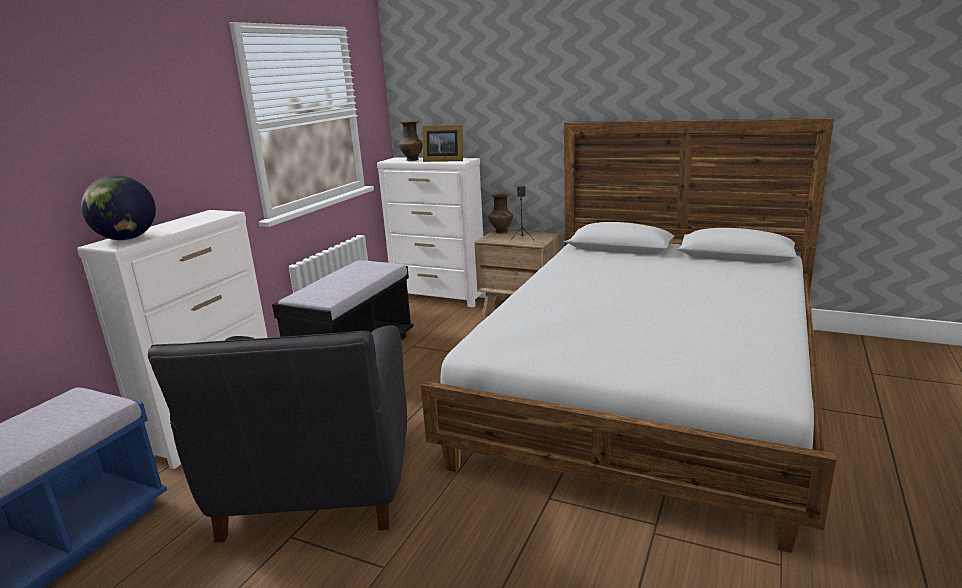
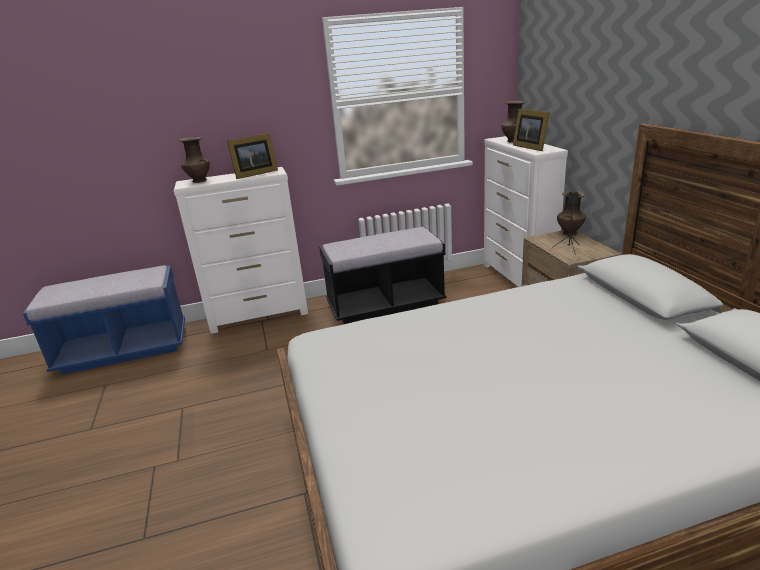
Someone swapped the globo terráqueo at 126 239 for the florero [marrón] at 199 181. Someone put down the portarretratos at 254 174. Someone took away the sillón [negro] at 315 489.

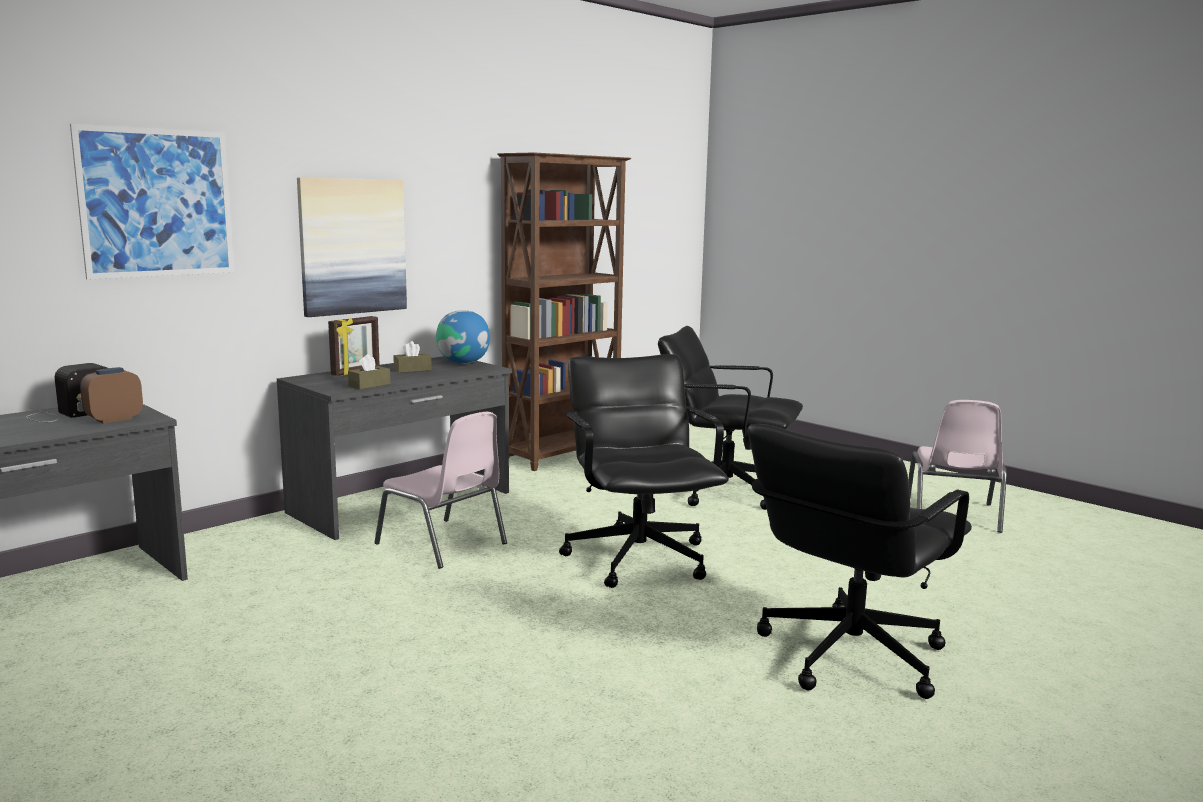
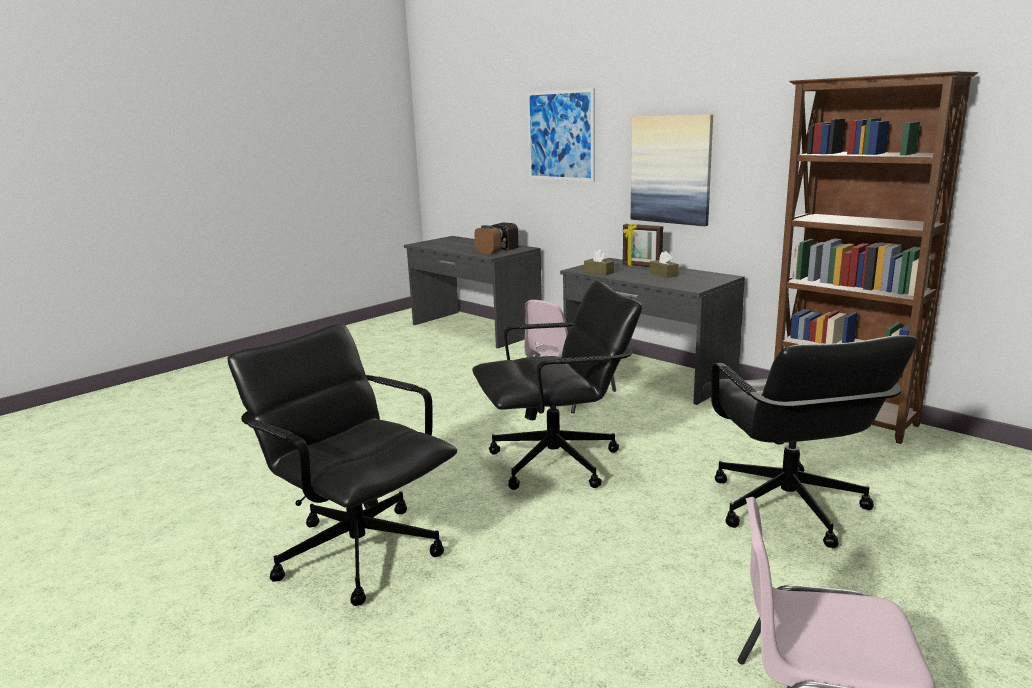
Someone rotated the silla de oficina [negro] at 724 491 by 150 degrees clockwise. Someone took away the globo terráqueo at 463 363.

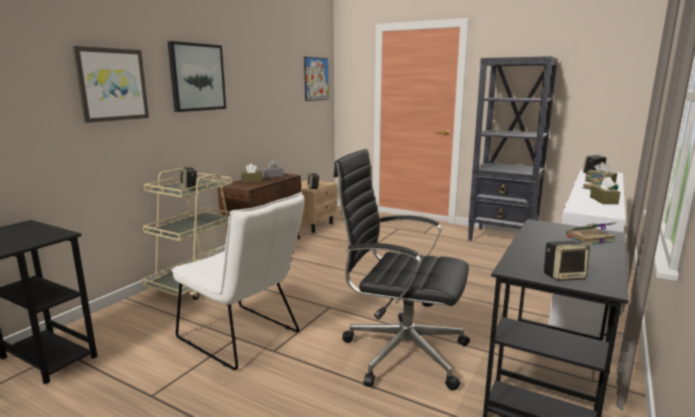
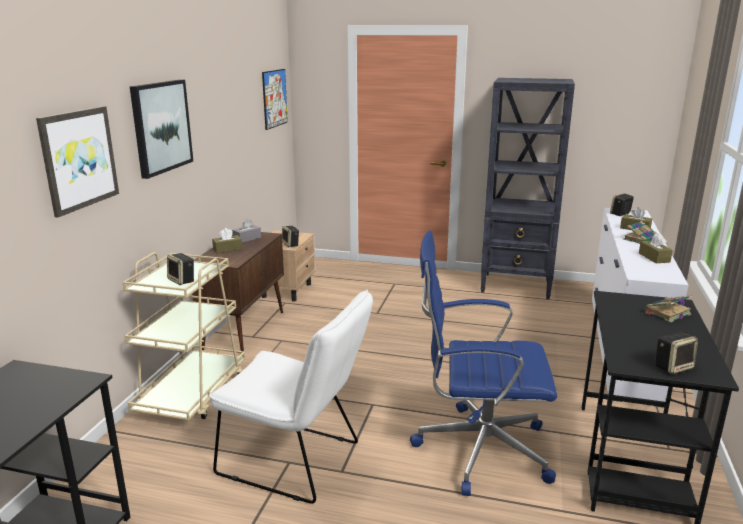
Someone repainted the silla de oficina [negro] at 401 352, which became the silla de oficina [azul] at 478 448.

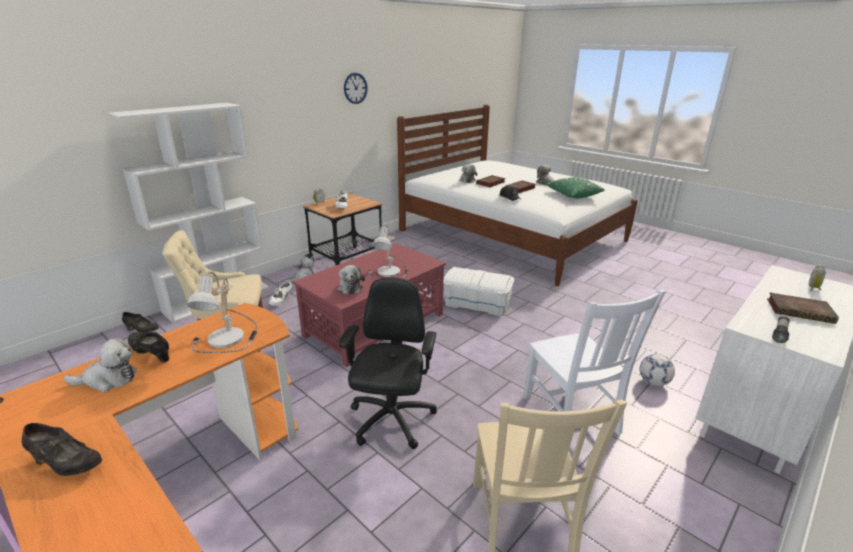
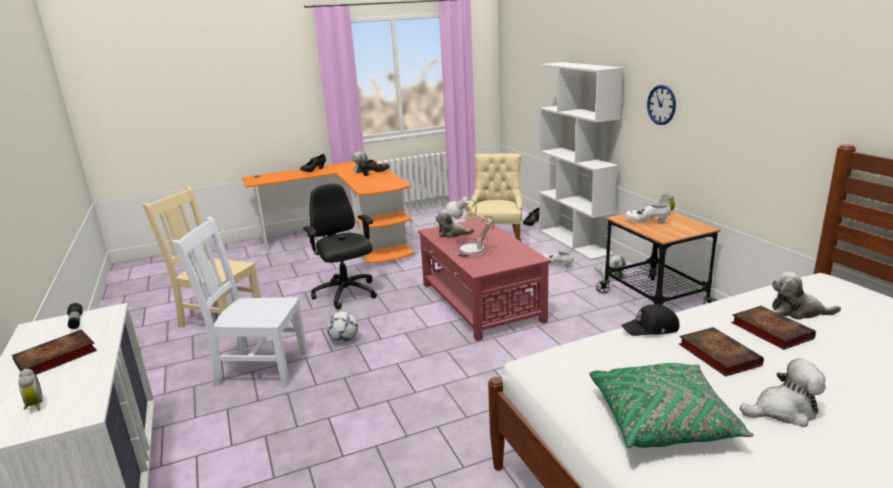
Someone rotated the silla de oficina [negro] at 391 420 by 150 degrees counterclockwise. Someone carried the balón de fútbol from 653 382 to 344 340. Someone carried the reloj de pared from 355 88 to 661 105. Someone took away the lámpara de mesa at 229 339. Someone took away the caja de almacenaje [blanco] at 476 304.

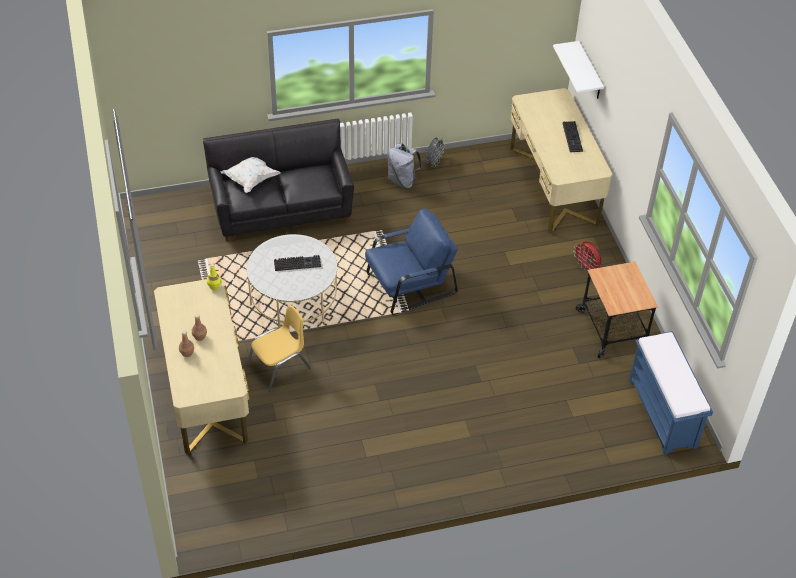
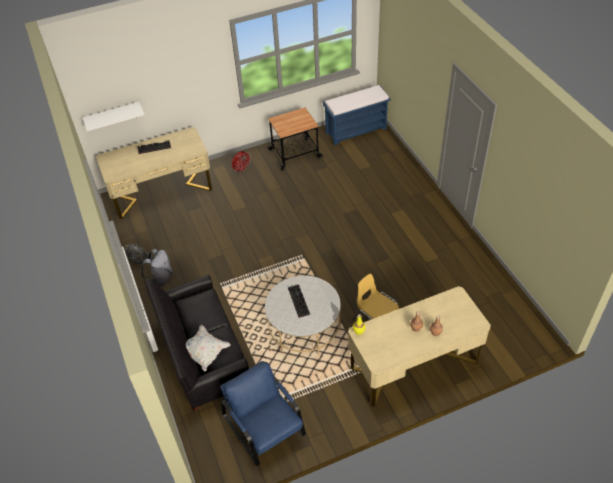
Someone carried the sillón [azul] from 409 283 to 265 426.

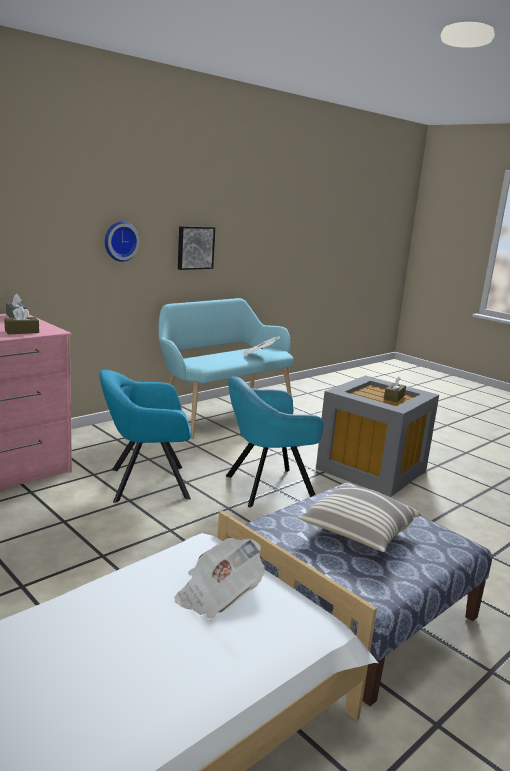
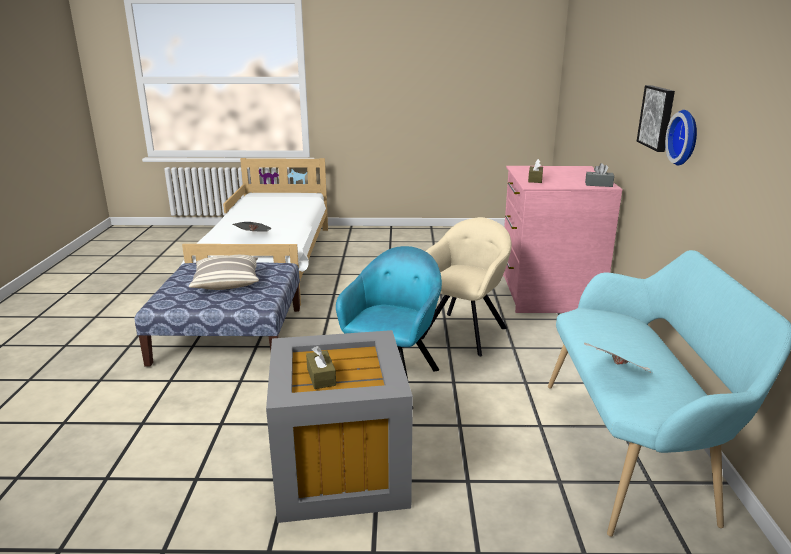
Someone repainted the sillón [turquesa] at 145 483, which became the sillón [beis] at 464 331. Someone carried the cuadro from 195 247 to 657 117.

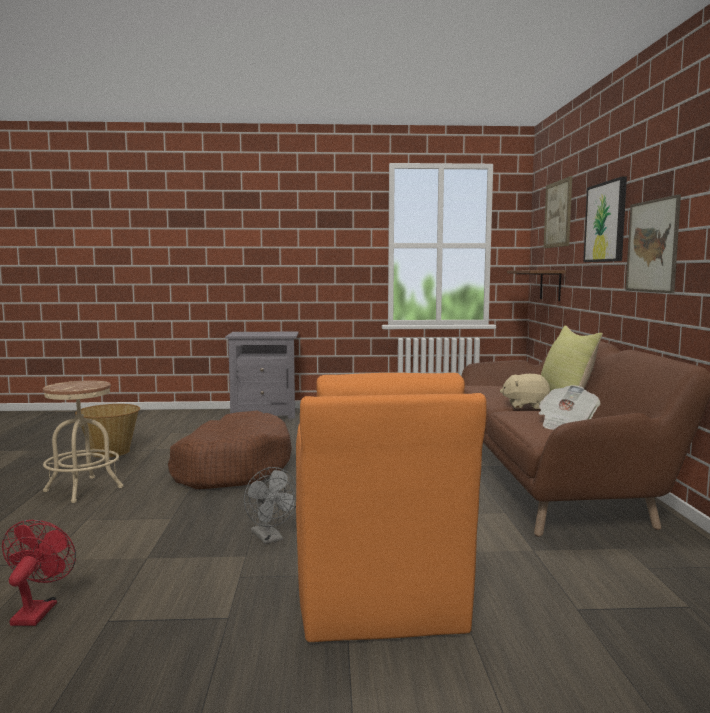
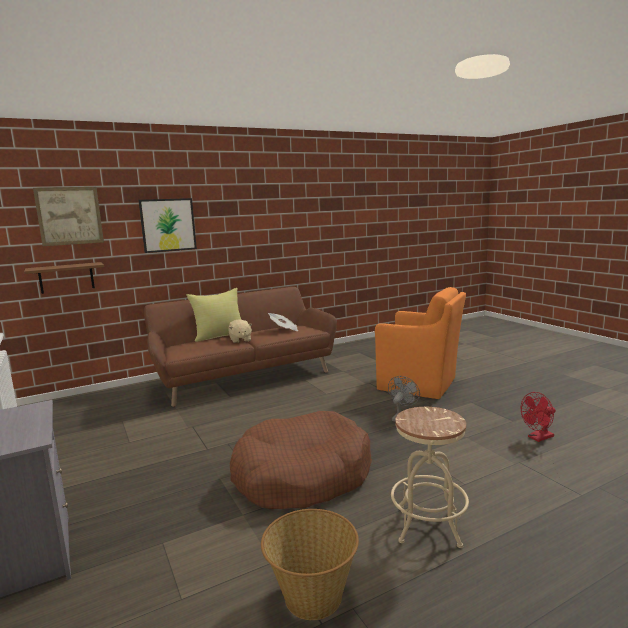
Someone rotated the sillón [naranja] at 378 600 by 60 degrees clockwise. Someone took away the cuadro at 652 246.

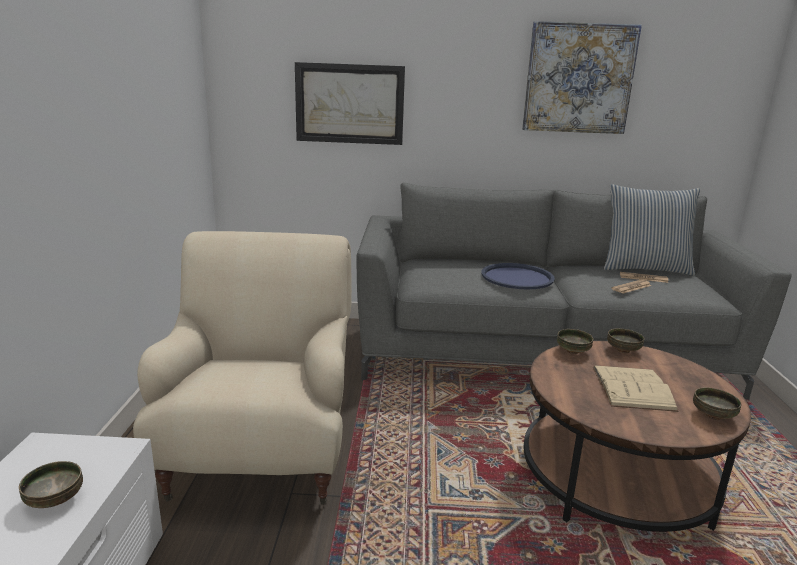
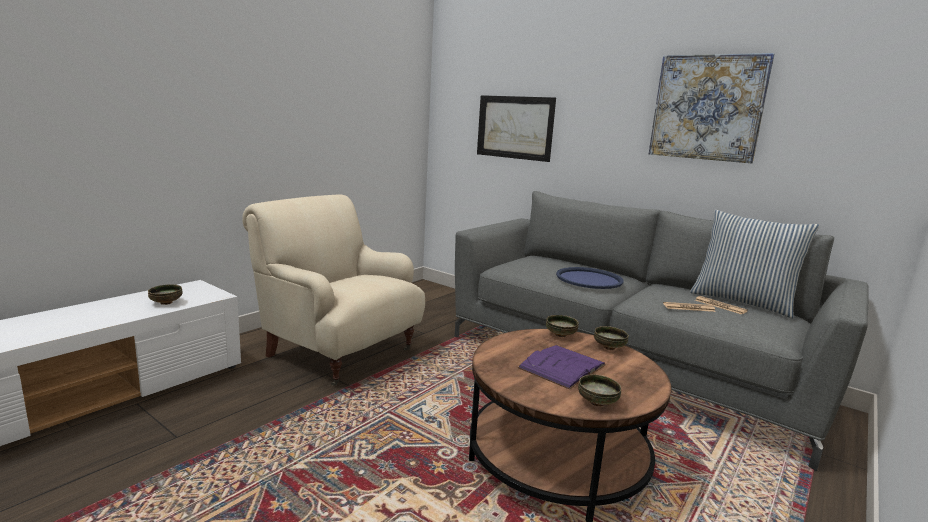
Someone rotated the sillón [beis] at 262 455 by 90 degrees counterclockwise. Someone repainted the libro [beis] at 632 388, which became the libro [morado] at 562 366.

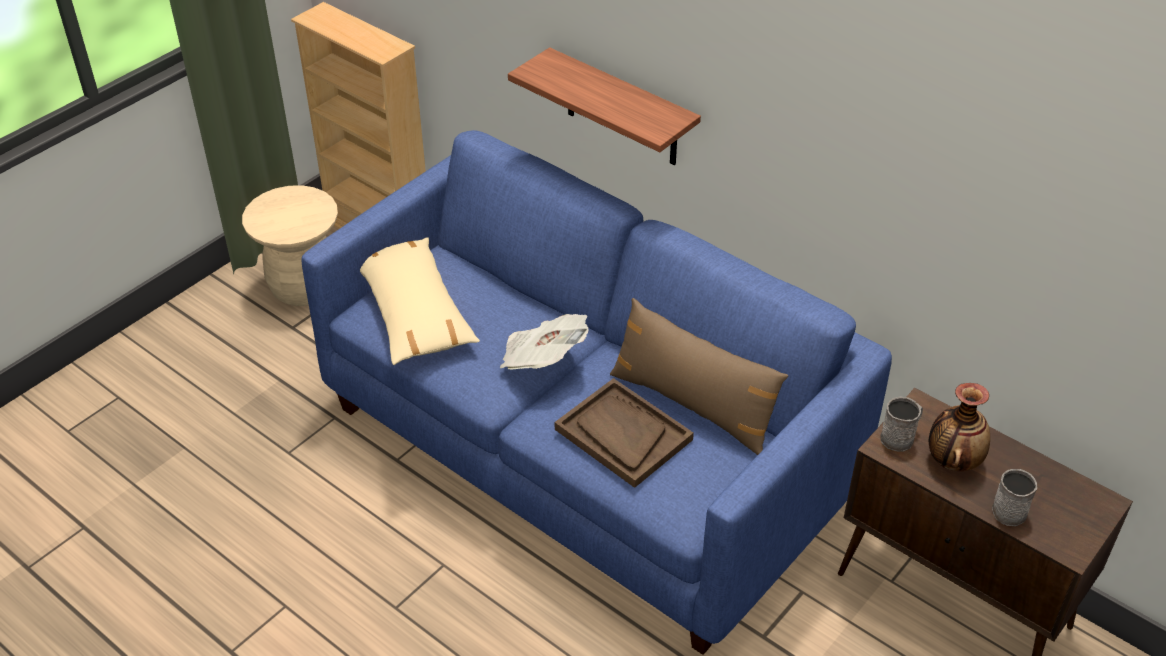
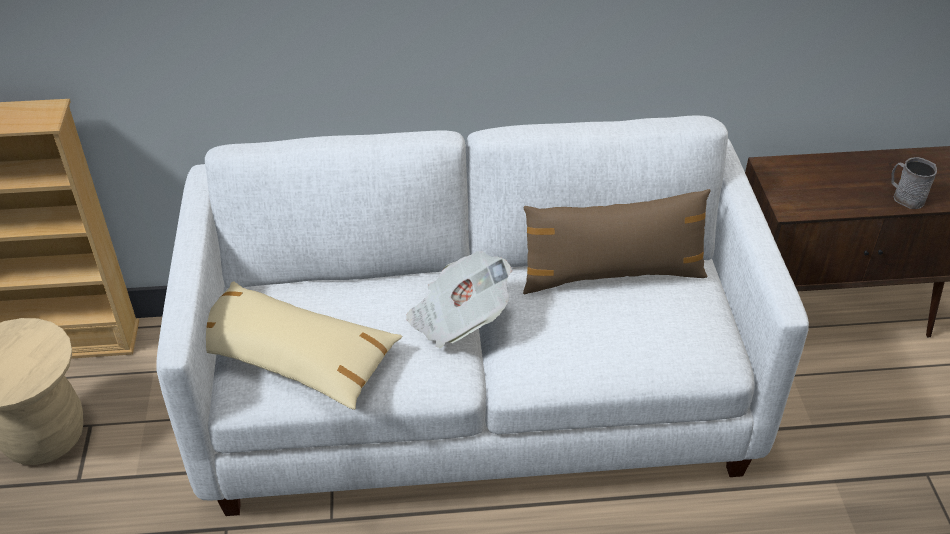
Someone repainted the sofá [azul] at 585 452, which became the sofá [blanco] at 476 395. Someone took away the estante at 622 109. Someone took away the bandeja [marrón] at 623 434. Someone took away the taza grande [gris] at 900 437. Someone took away the florero at 952 460.

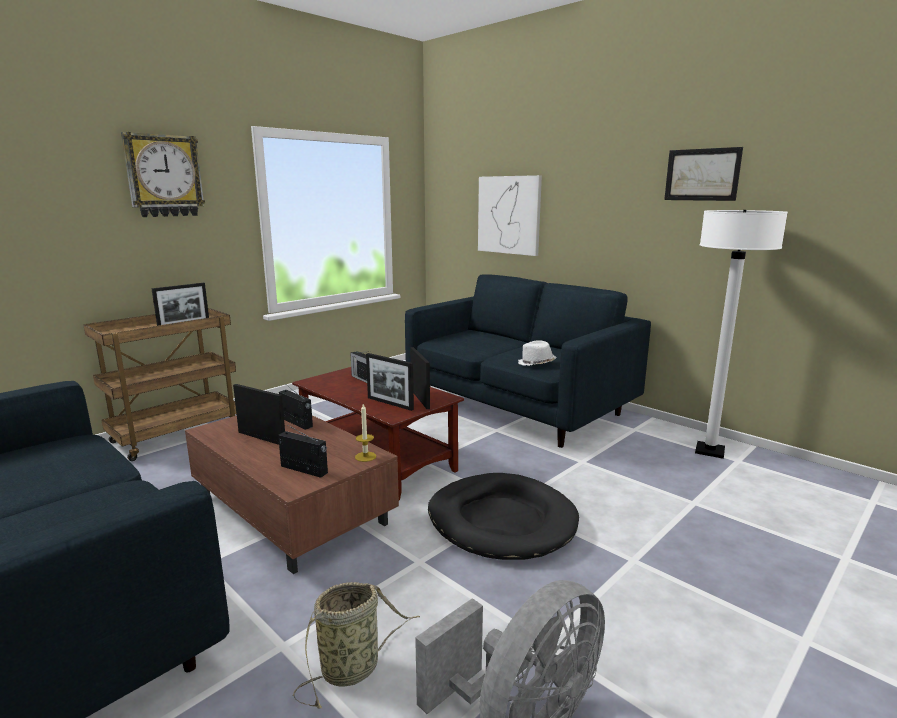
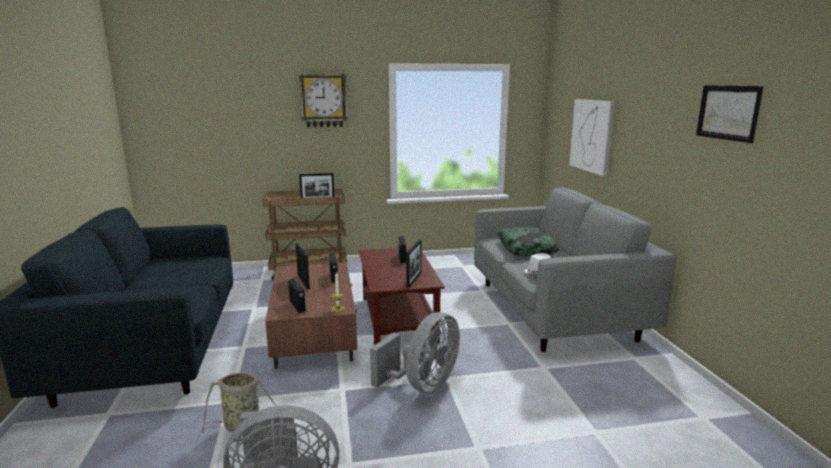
Someone swapped the cama para perro [negro] at 501 521 for the ventilador [gris] at 423 385. Someone repainted the sofá [azul] at 517 406, which became the sofá [gris] at 553 309. Someone put down the cojín at 526 248. Someone took away the portarretratos at 390 403. Someone took away the lámpara de pie [blanco] at 709 451.

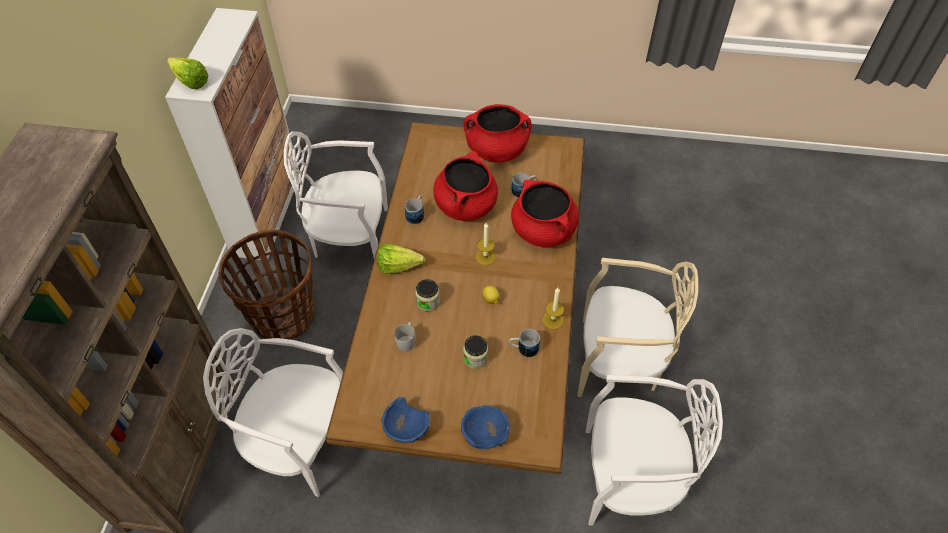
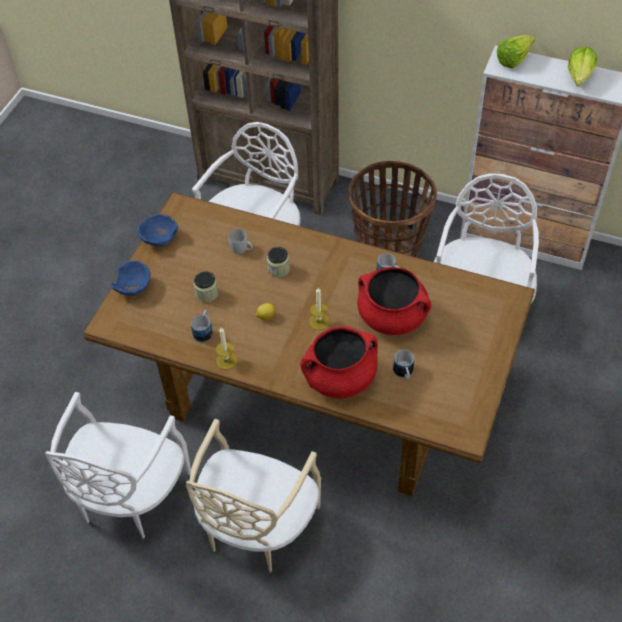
Someone carried the lechuga from 402 268 to 577 80. Someone took away the olla [rojo] at 496 151.

